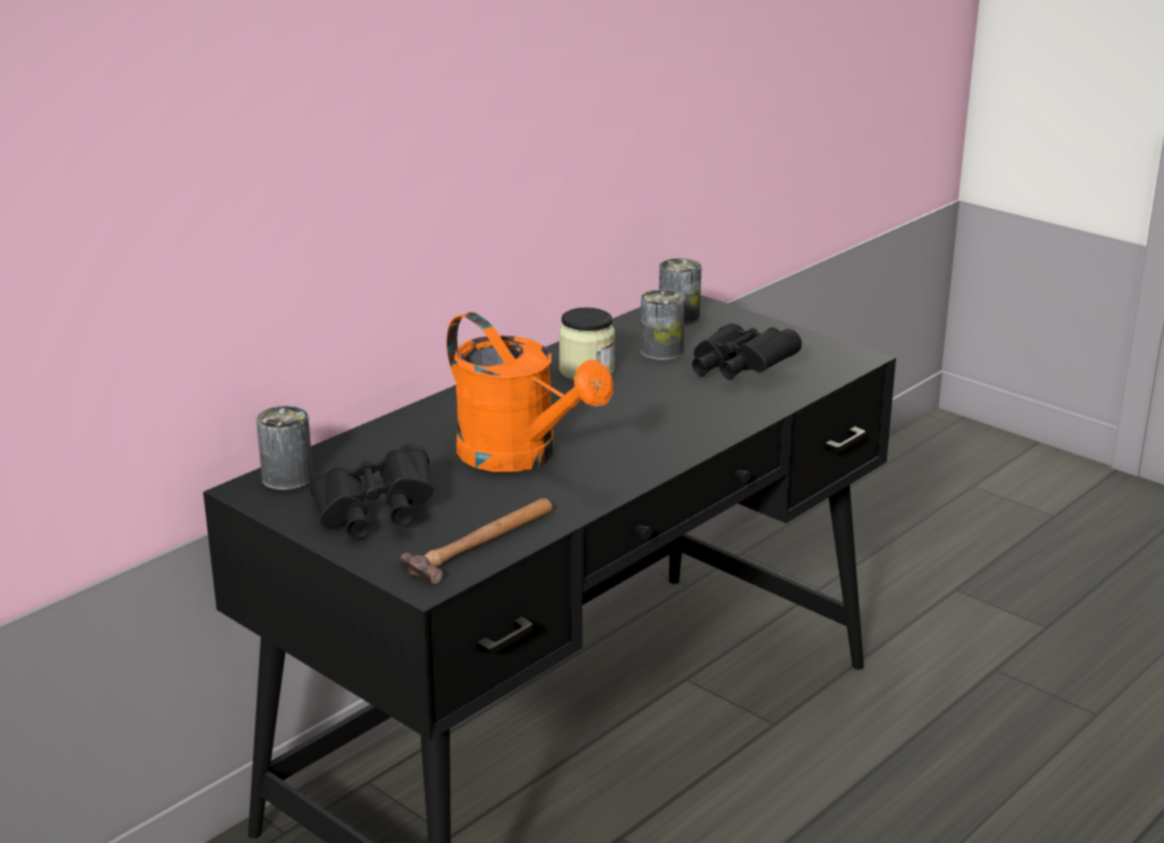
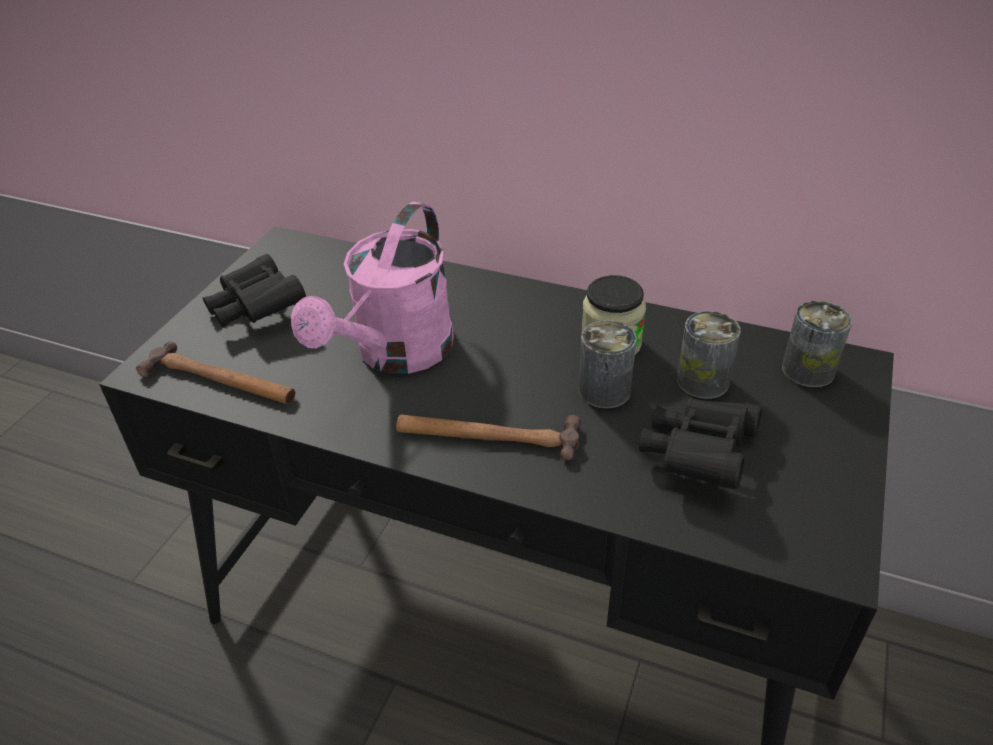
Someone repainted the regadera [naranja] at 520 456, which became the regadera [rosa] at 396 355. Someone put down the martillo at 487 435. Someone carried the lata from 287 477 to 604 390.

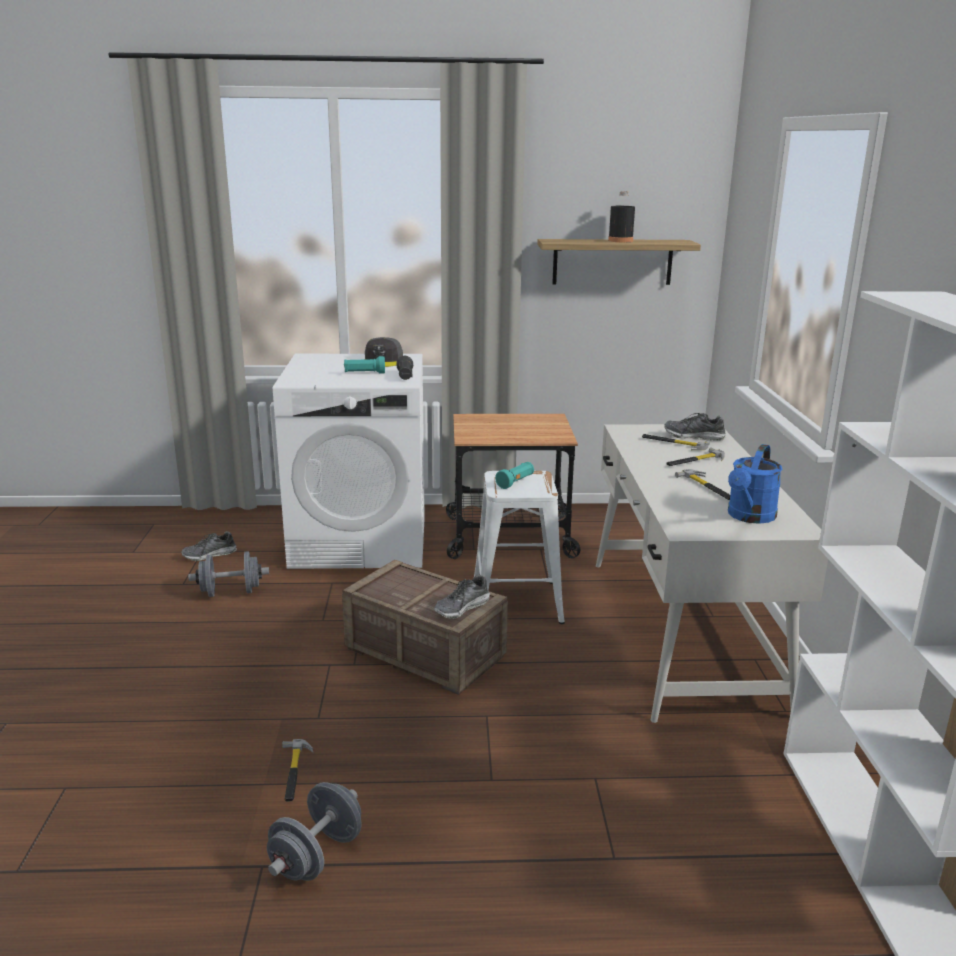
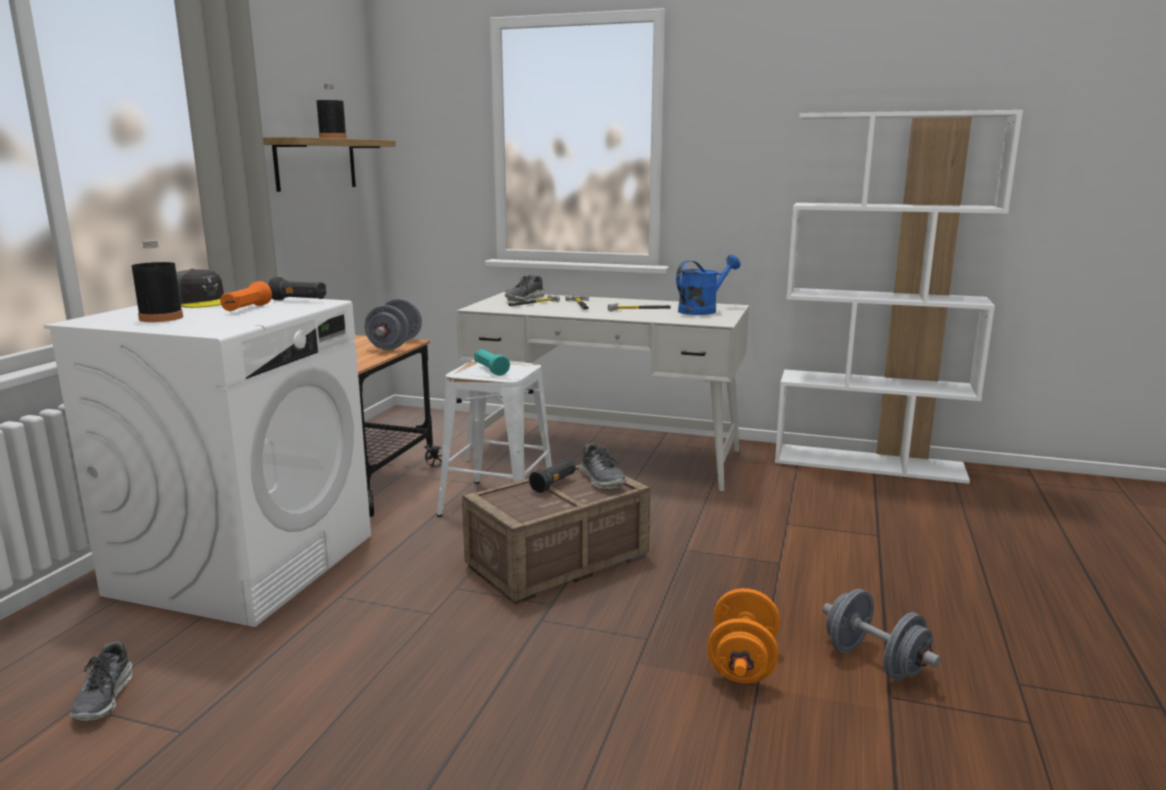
Someone put down the botella [negro] at 161 318. Someone repainted the linterna [turquesa] at 364 373, which became the linterna [naranja] at 246 309. Someone carried the mancuerna [gris] from 231 592 to 395 345. Someone put down the linterna [negro] at 554 484. Someone rotated the regadera [azul] at 749 517 by 90 degrees counterclockwise. Someone swapped the martillo at 294 772 for the mancuerna [naranja] at 742 663.

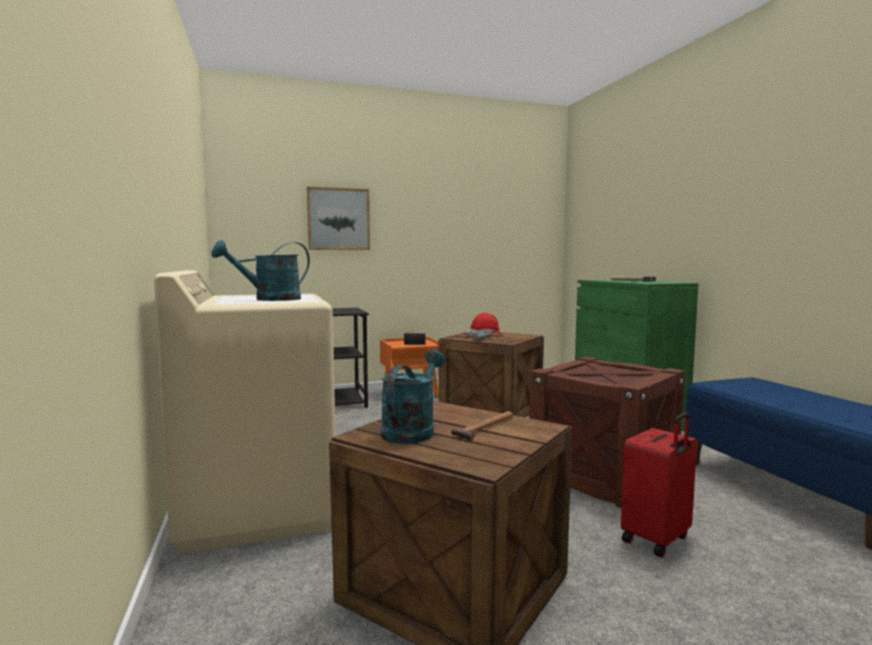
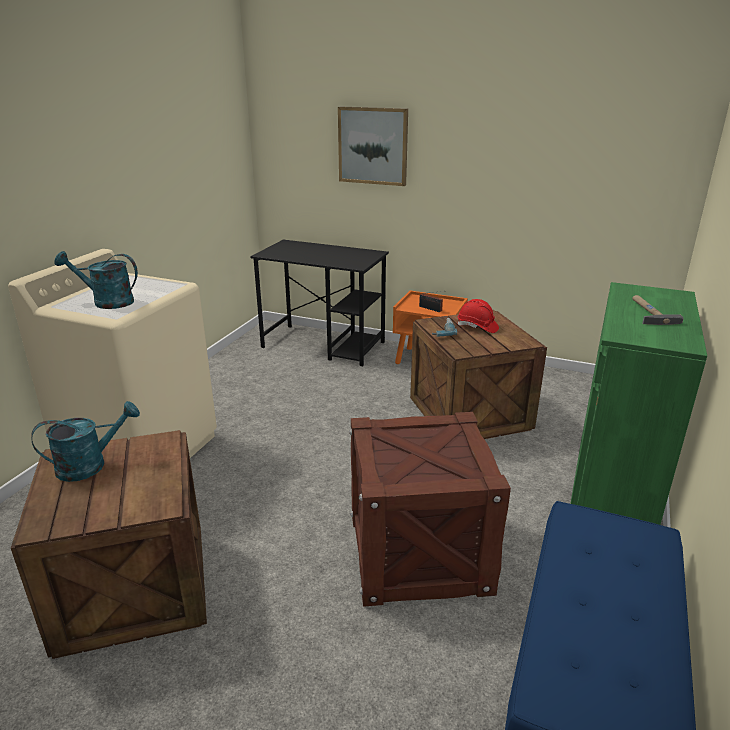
Someone took away the martillo at 486 427. Someone took away the maleta [rojo] at 657 539.

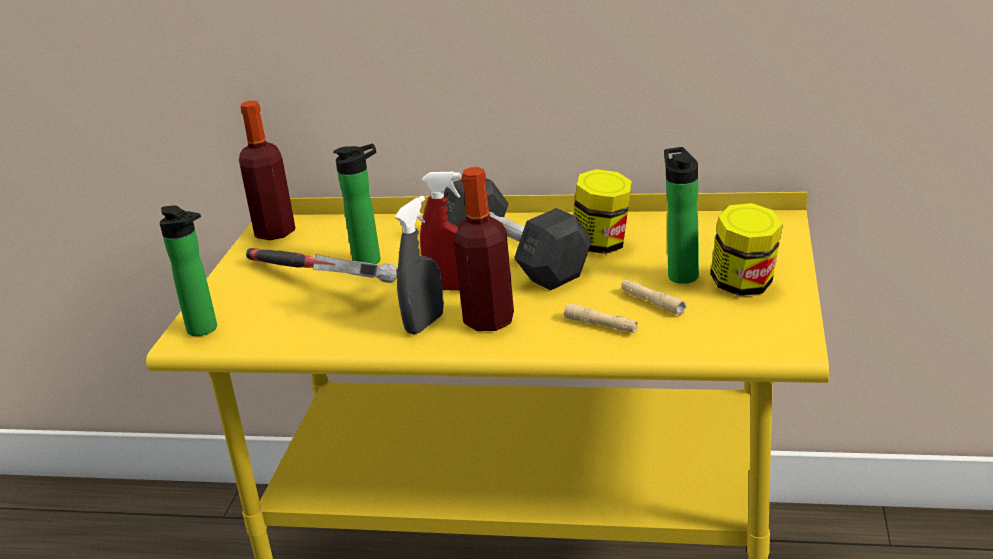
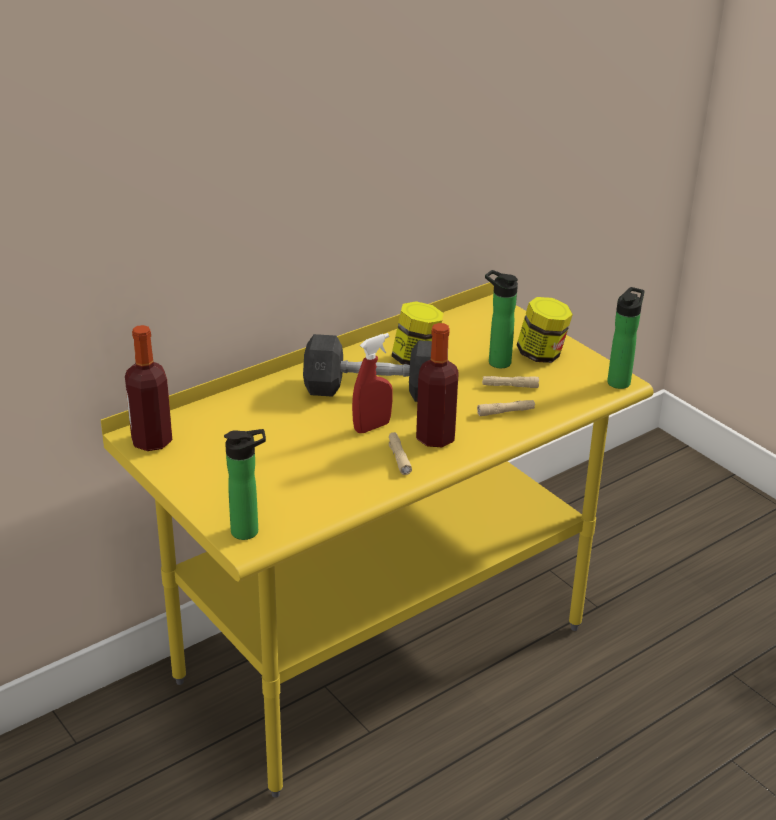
Someone swapped the pulverizador [gris] at 424 324 for the linterna [beis] at 398 457. Someone carried the botella from 371 260 to 620 381. Someone took away the martillo at 317 284.

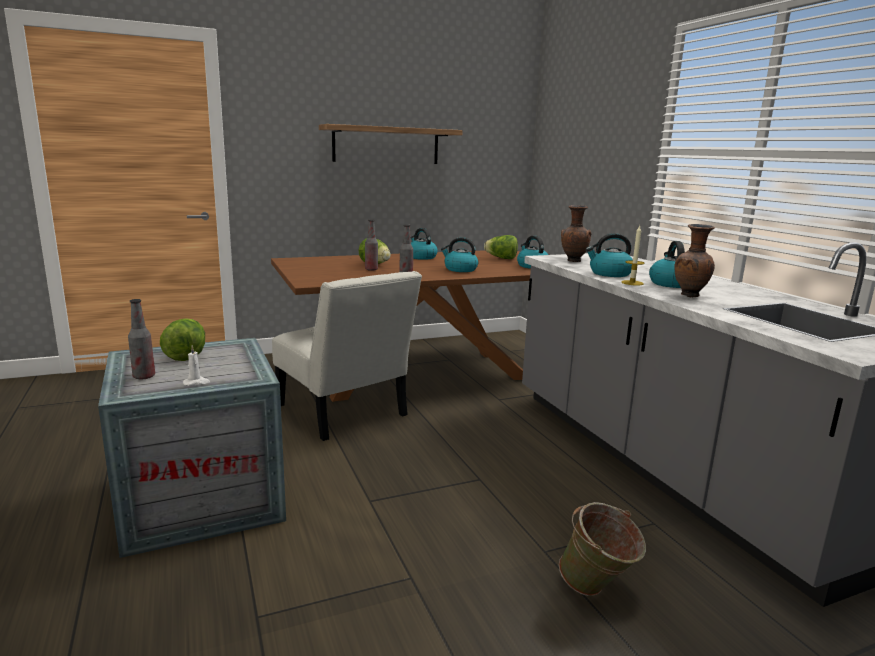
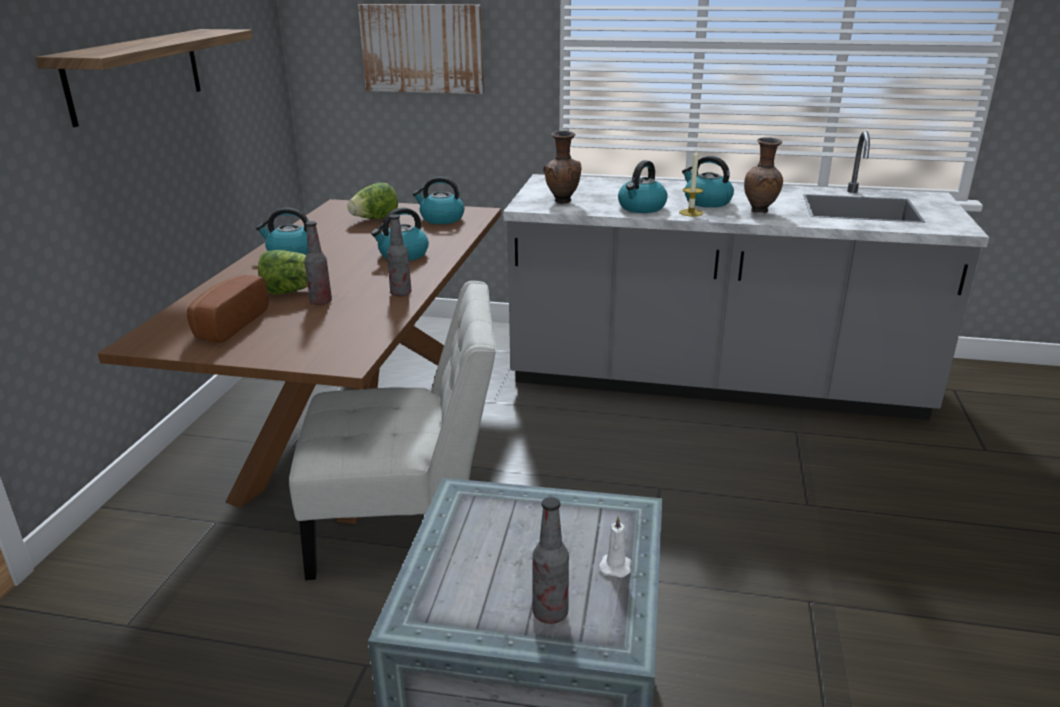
Someone put down the pan at 227 325. Someone put up the cuadro at 422 48. Someone took away the lechuga at 186 355. Someone took away the cubo [verde] at 597 590.

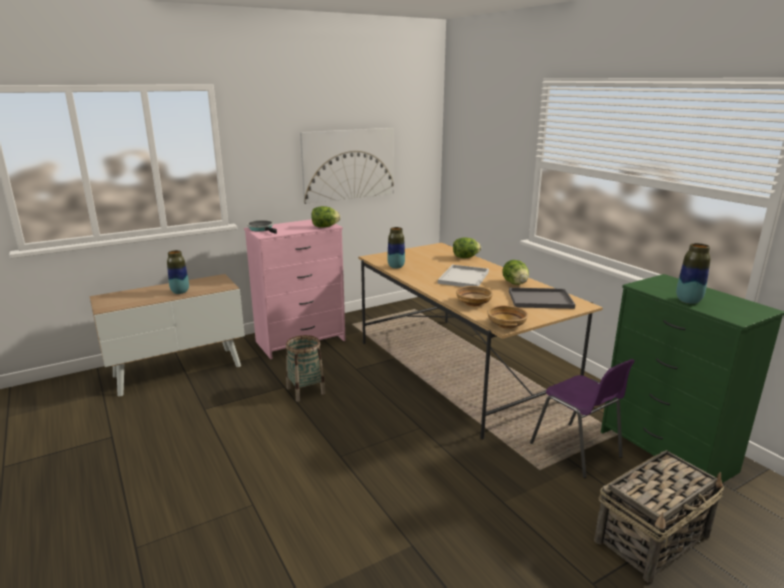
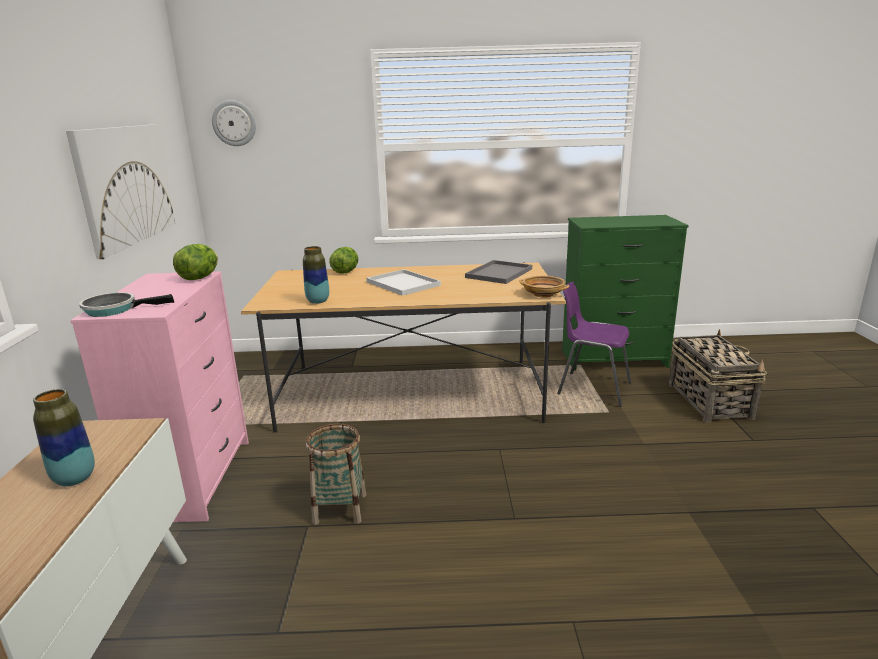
Someone put up the reloj de pared at 234 123. Someone rotated the silla [morado] at 577 451 by 150 degrees counterclockwise. Someone took away the cuenco [beis] at 473 303. Someone took away the lechuga at 515 283. Someone took away the florero at 688 301.

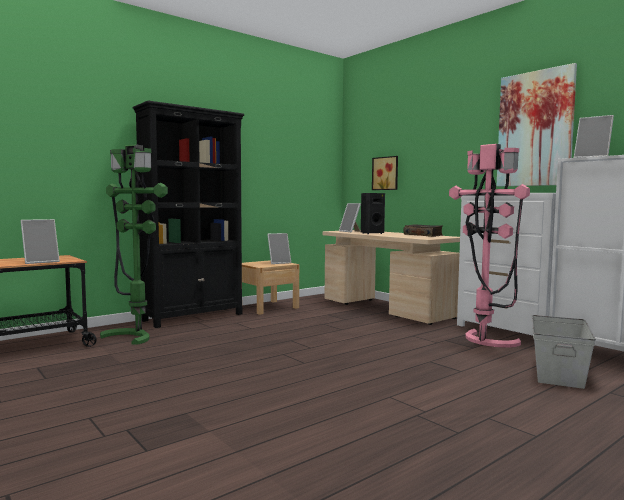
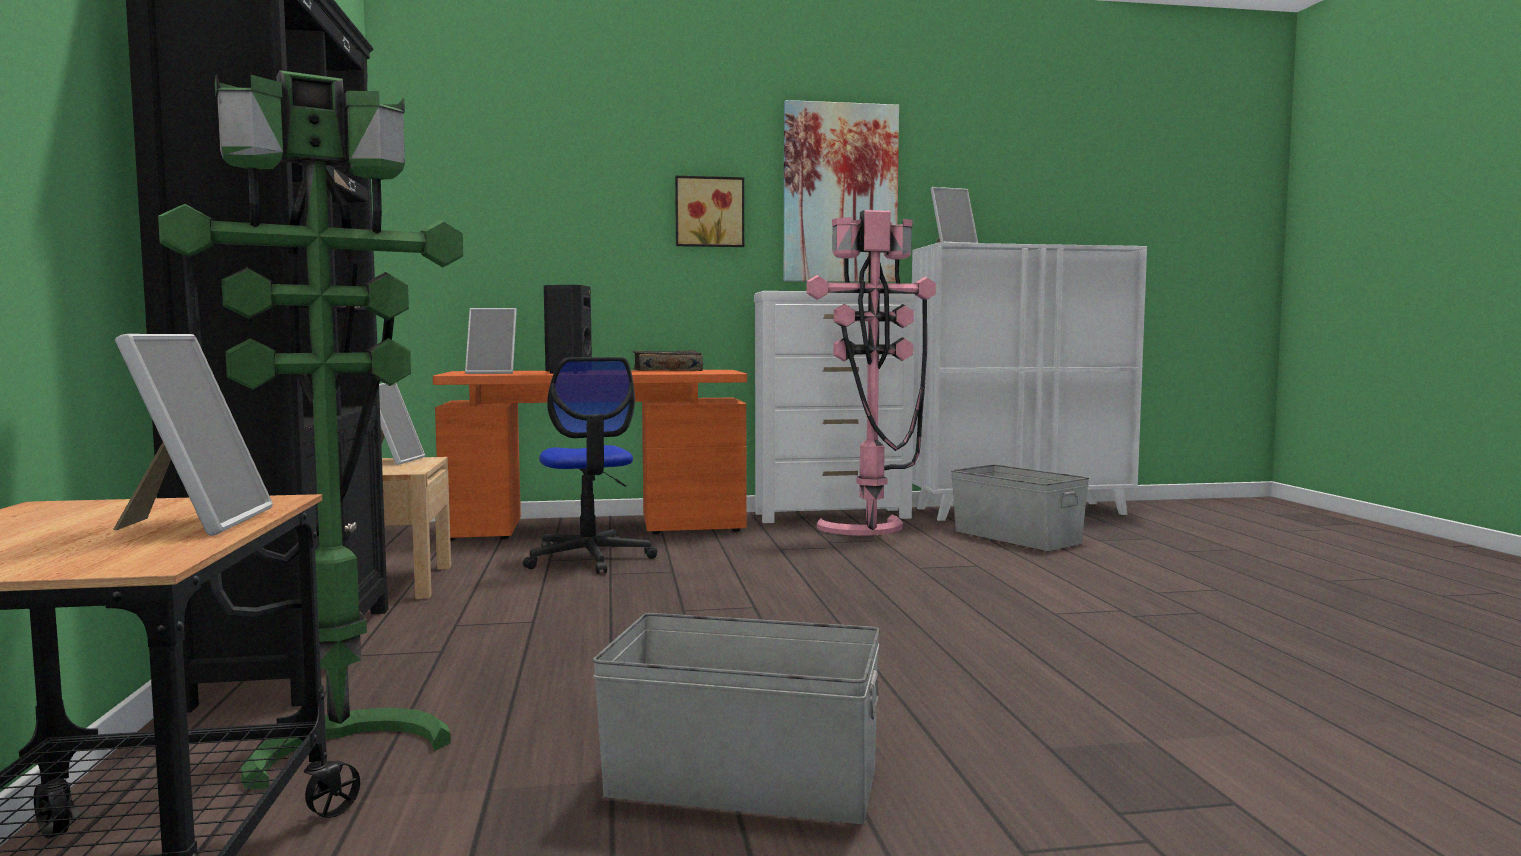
Someone repainted the escritorio [beis] at 386 309, which became the escritorio [naranja] at 597 528. Someone put down the silla de oficina at 589 559. Someone put down the caja de almacenaje [gris] at 742 780. Someone carried the cuadro from 386 173 to 709 212.

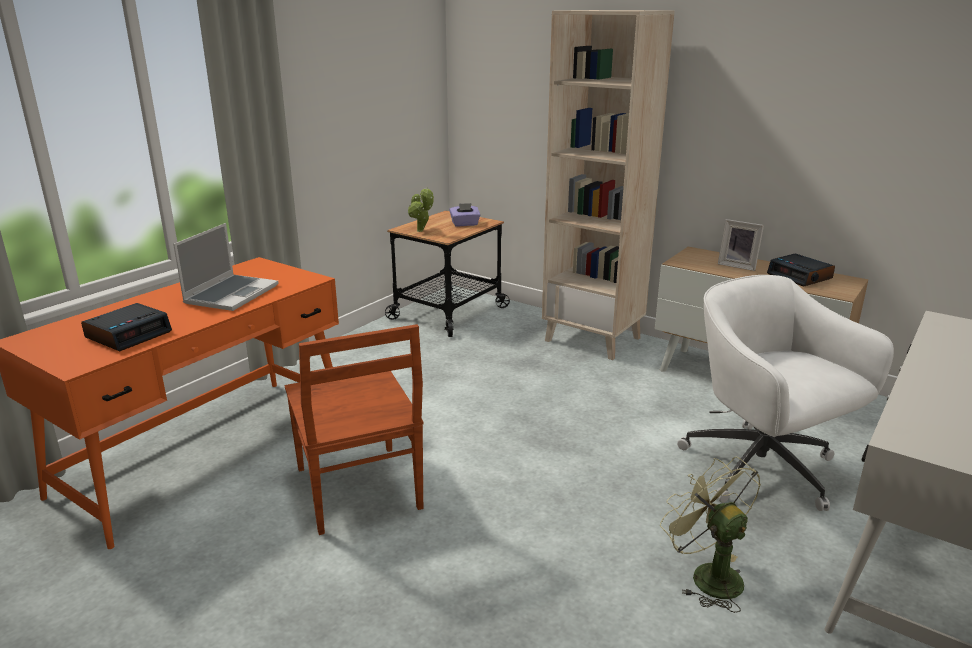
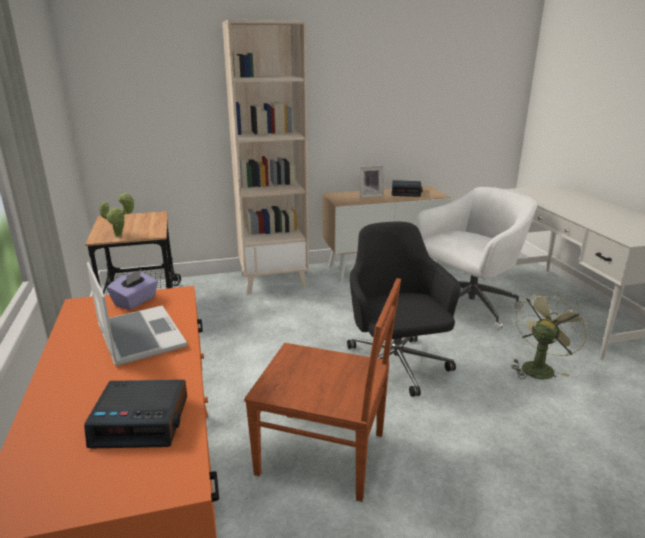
Someone rotated the despertador at 129 334 by 105 degrees clockwise. Someone carried the caja de pañuelos [morado] from 465 224 to 136 301. Someone put down the silla de oficina [negro] at 395 368. Someone rotated the silla de oficina [blanco] at 763 470 by 135 degrees clockwise. Someone rotated the ventilador [verde] at 707 575 by 120 degrees clockwise.

